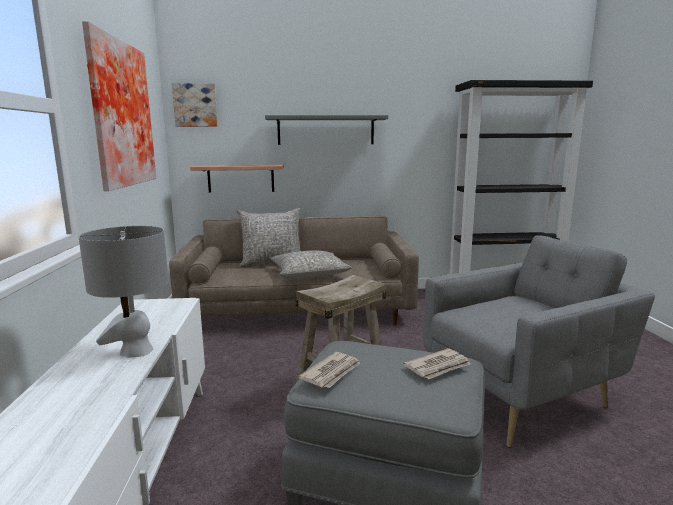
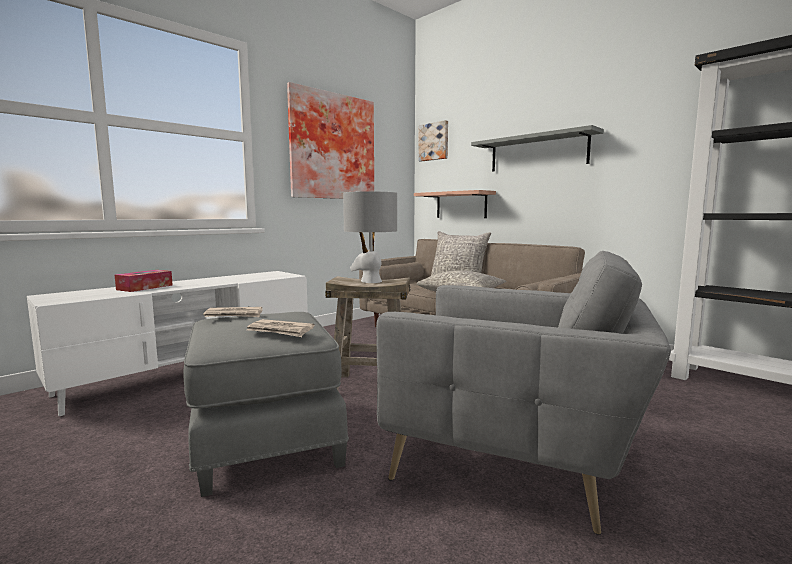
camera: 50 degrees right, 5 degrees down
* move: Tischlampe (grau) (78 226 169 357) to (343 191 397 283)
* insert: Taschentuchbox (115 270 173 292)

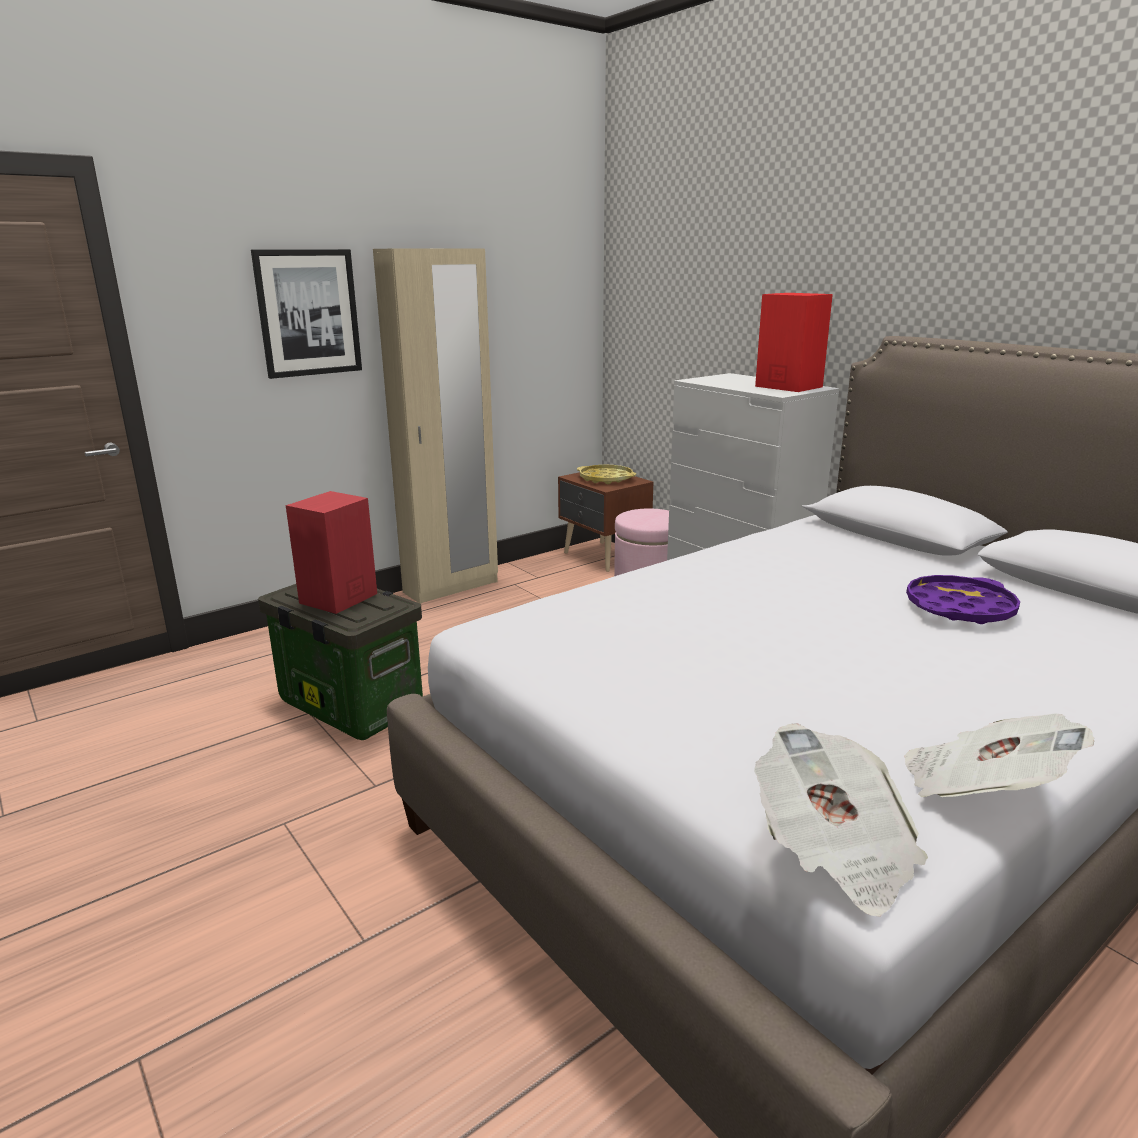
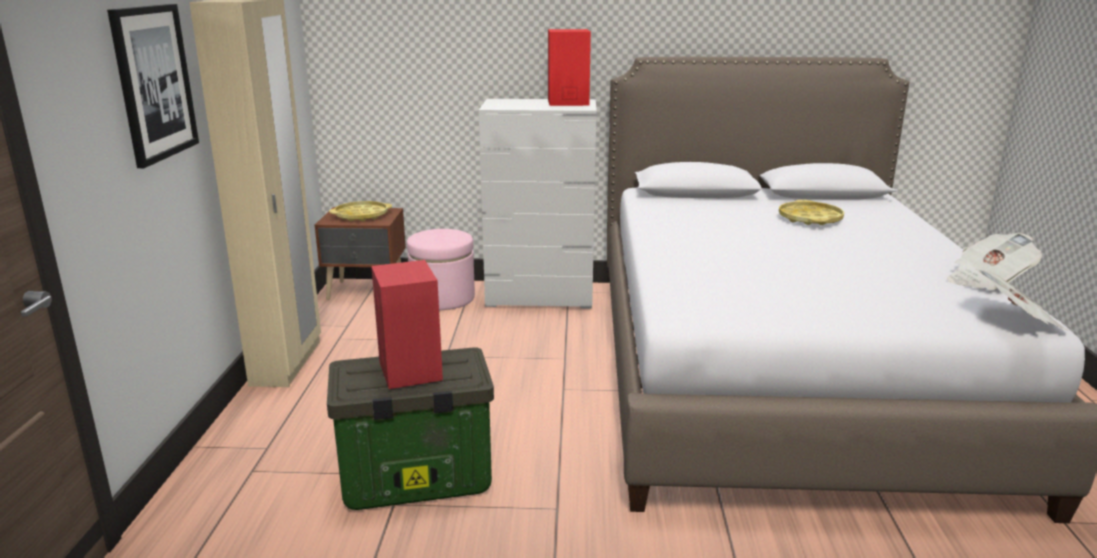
camera: 50 degrees left, 0 degrees up
* recolor: Tablett (lila) (906 575 1020 624) to Tablett (gelb) (779 200 844 225)

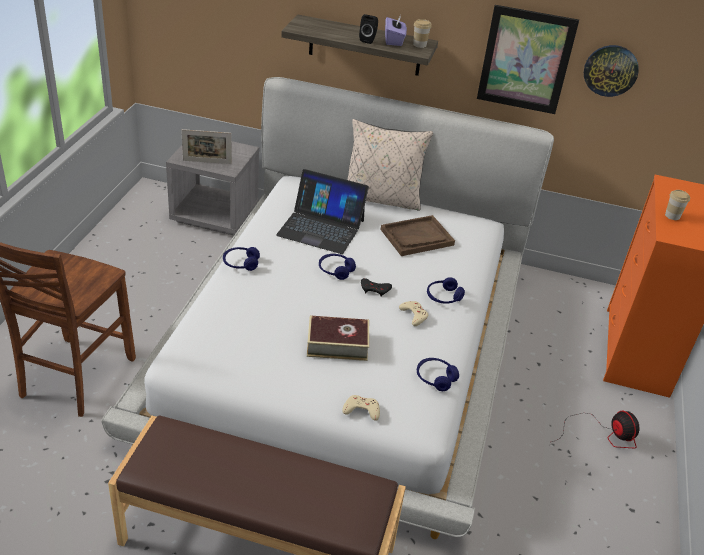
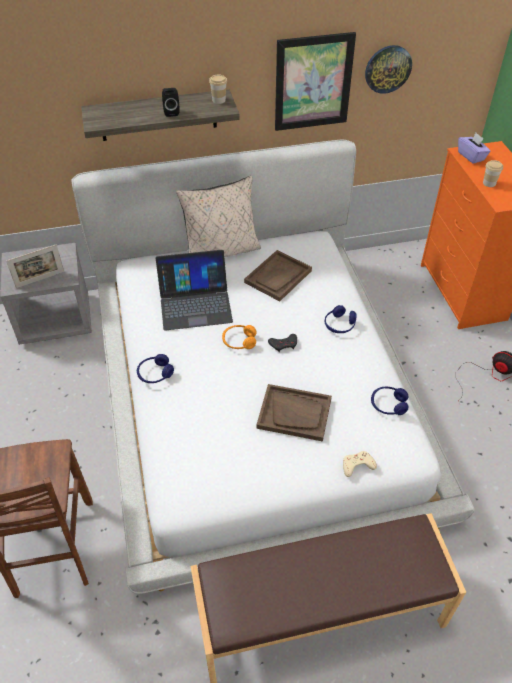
camera: 25 degrees left, 10 degrees up
* move: Taschentuchbox (lila) (385 15 407 46) to (458 133 491 164)
* recolor: Kopfhörer (blau) (319 254 356 280) to Kopfhörer (orange) (222 325 257 349)
* delete: Gamepad (beige) (399 301 428 326)
* replace: Buch (307 315 369 361) to Tablett (braun) (256 384 332 442)

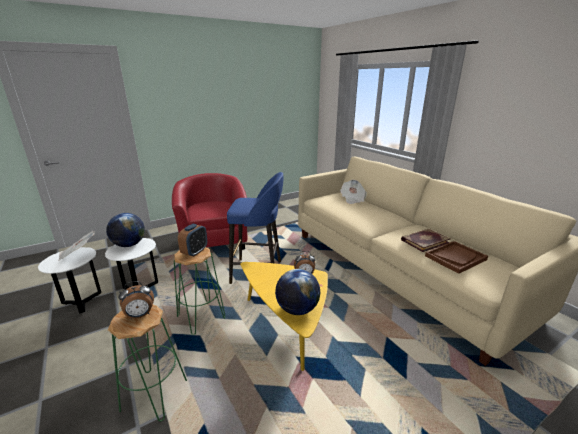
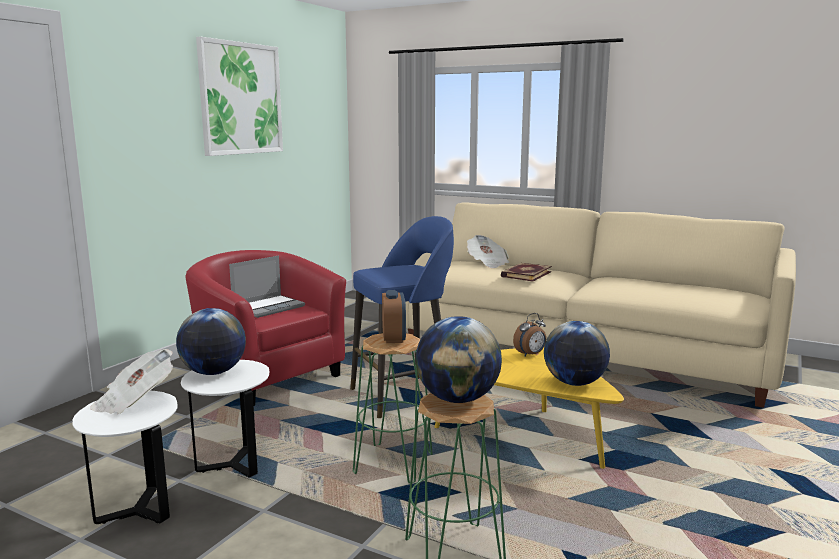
camera: 30 degrees left, 10 degrees down
* move: Buch (401 229 450 252) to (501 263 552 282)
* delete: Tablett (braun) (425 241 488 274)
* replace: Wecker (118 281 154 318) to Globus (416 316 502 403)
* insert: Bild (196 36 283 156)
* insert: Laptop (229 256 305 318)

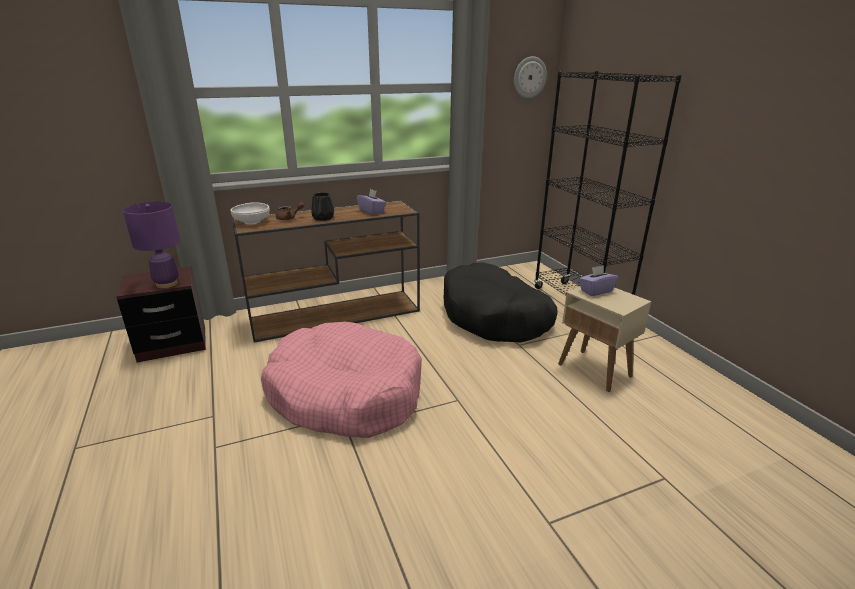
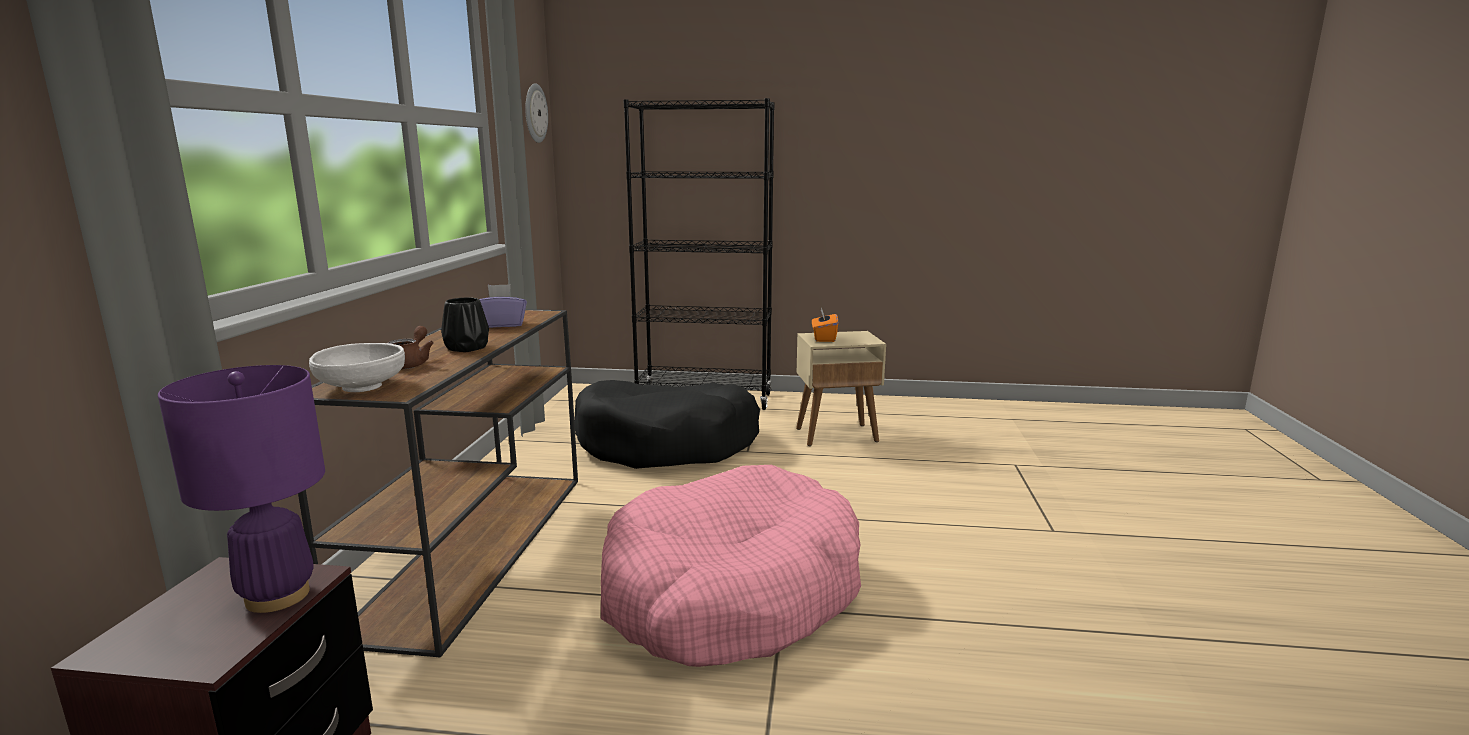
camera: 60 degrees left, 10 degrees down
* recolor: Taschentuchbox (lila) (579 265 618 296) to Taschentuchbox (orange) (812 307 838 342)

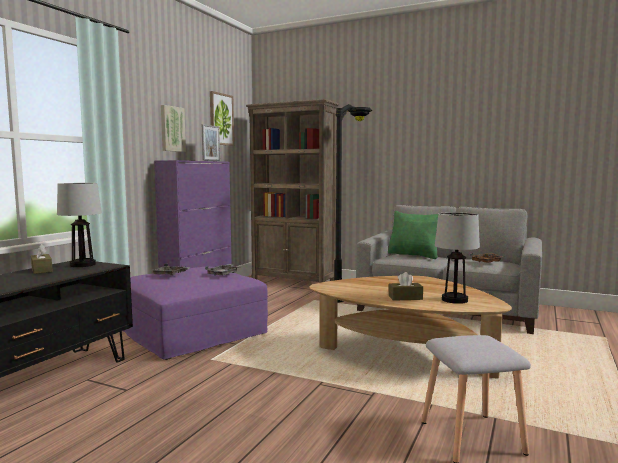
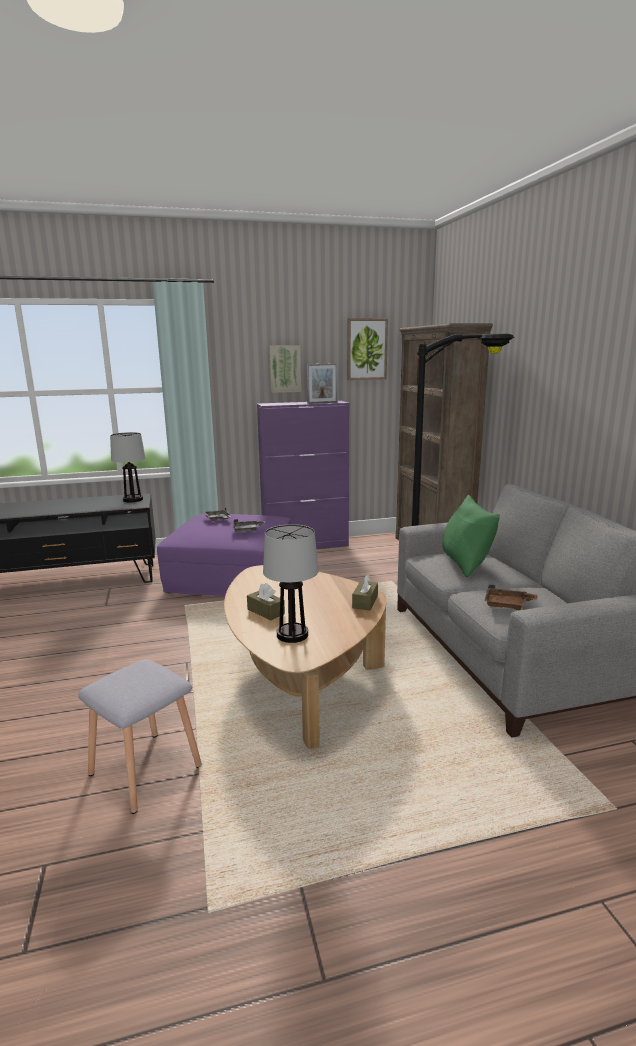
camera: 50 degrees right, 10 degrees up
* move: Taschentuchbox (braun) (31 244 53 274) to (352 574 378 610)

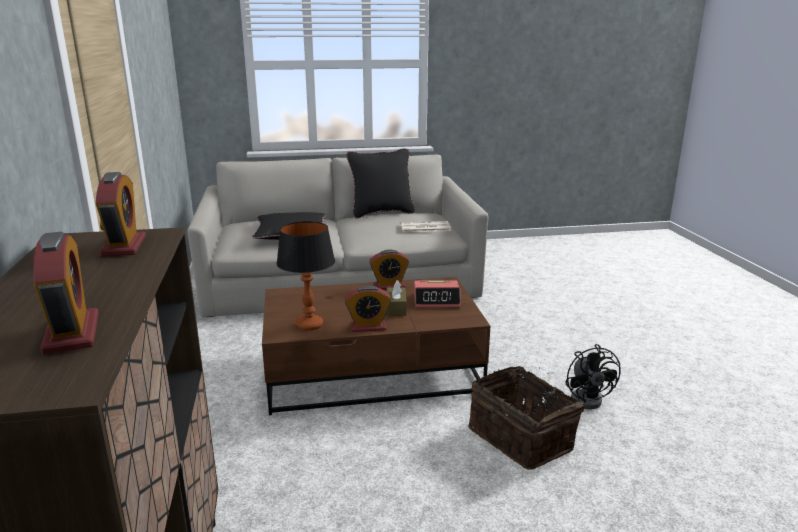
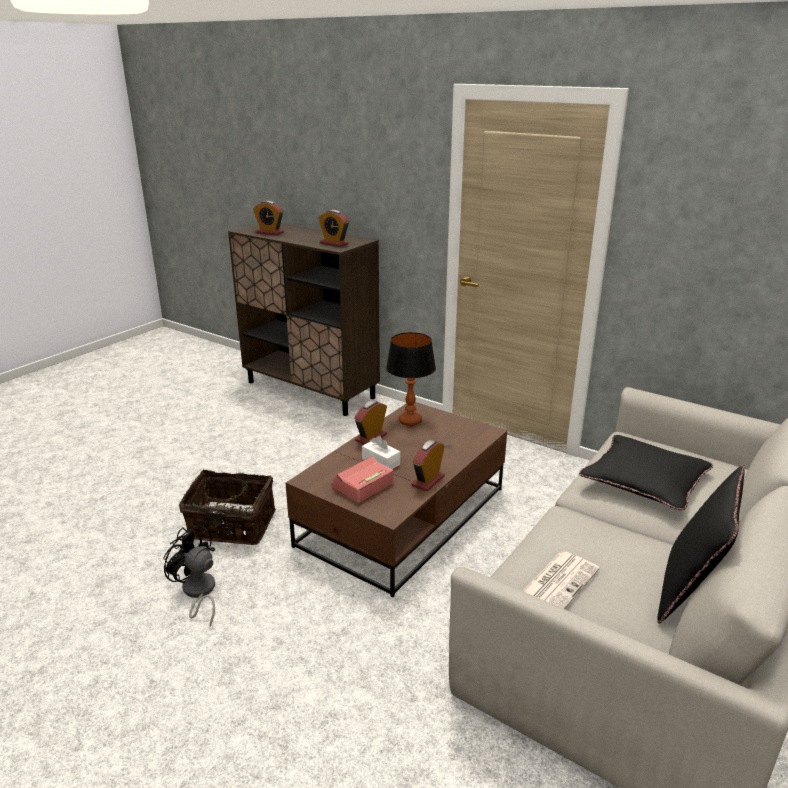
camera: 135 degrees right, 5 degrees up
* recolor: Taschentuchbox (braun) (387 281 407 316) to Taschentuchbox (weiß) (362 436 400 469)

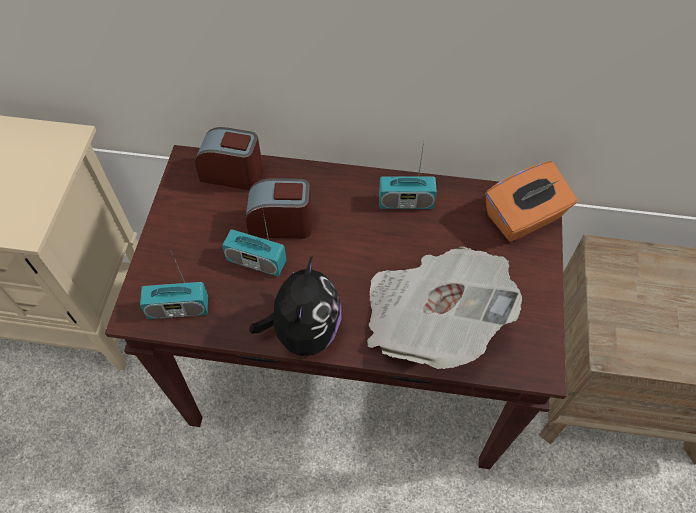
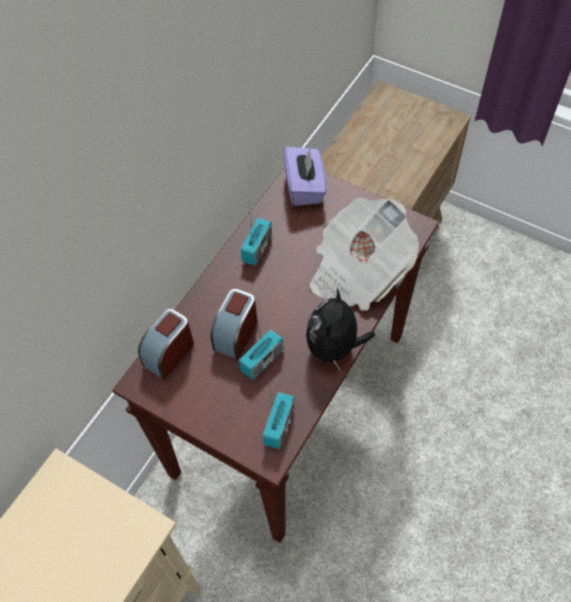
camera: 65 degrees left, 0 degrees up
* recolor: Taschentuchbox (orange) (485 161 577 242) to Taschentuchbox (lila) (284 147 326 206)
* rotate: Plüschtier (249 256 341 356) = (306 288 375 371) 105 degrees counterclockwise

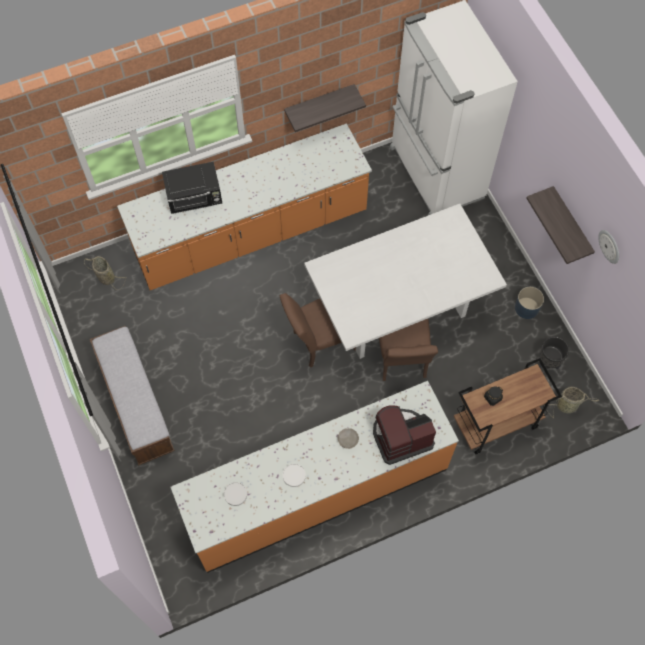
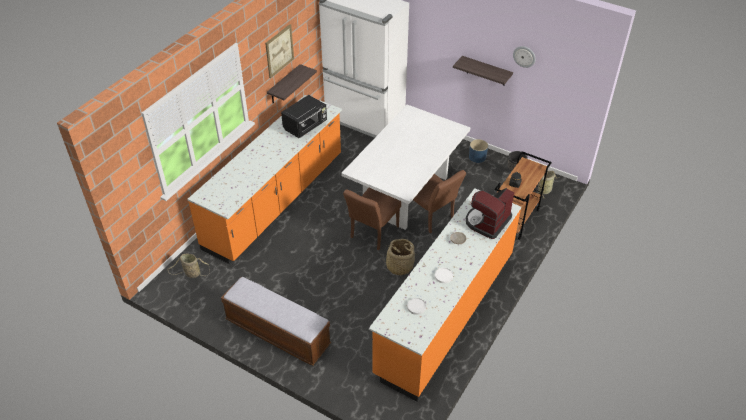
camera: 35 degrees left, 20 degrees down
* move: Mikrowelle (schwarz) (162 162 222 214) to (281 95 327 138)
* insert: Bild (265 24 294 78)
* insert: Korb (381 239 416 275)

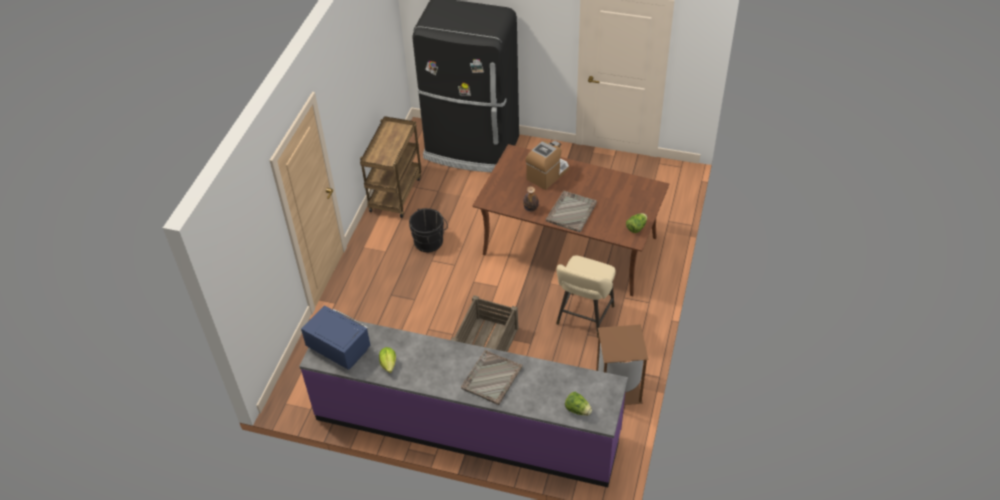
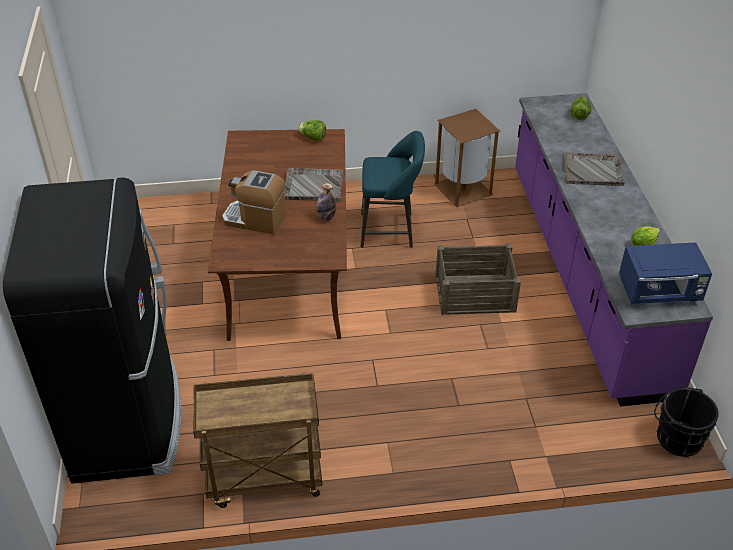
camera: 115 degrees left, 5 degrees down
* move: Eimer (schwarz) (409 208 448 252) to (654 387 719 457)
* recolor: Hocker (beige) (556 255 615 337) to Hocker (türkis) (360 131 425 248)
* rotate: Mikrowelle (blau) (301 305 370 369) = (619 243 712 305) 105 degrees counterclockwise

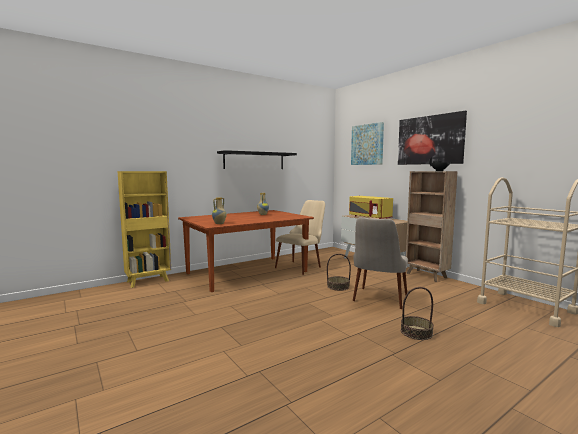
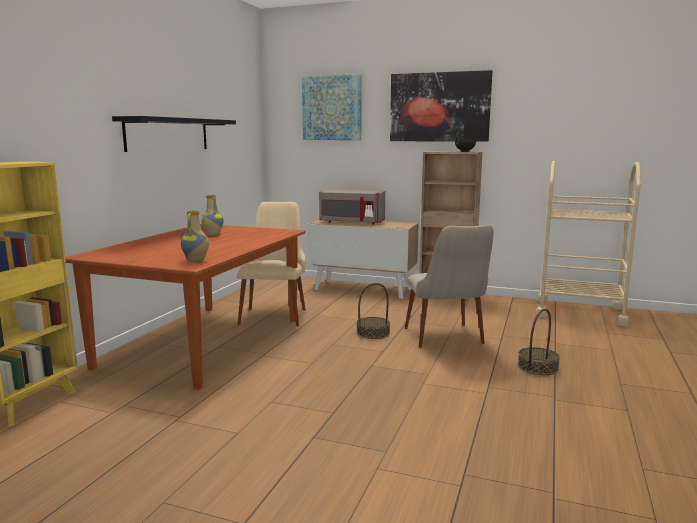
camera: 35 degrees left, 5 degrees up
* recolor: Mikrowelle (gelb) (349 196 393 219) to Mikrowelle (grau) (319 189 385 225)

